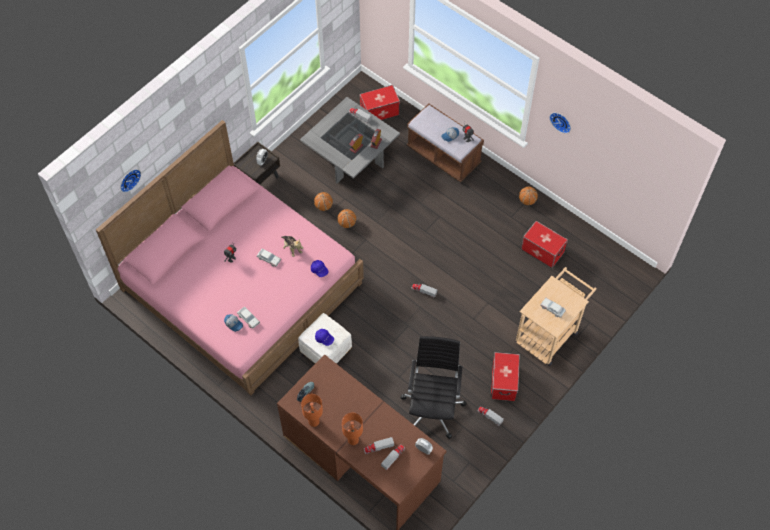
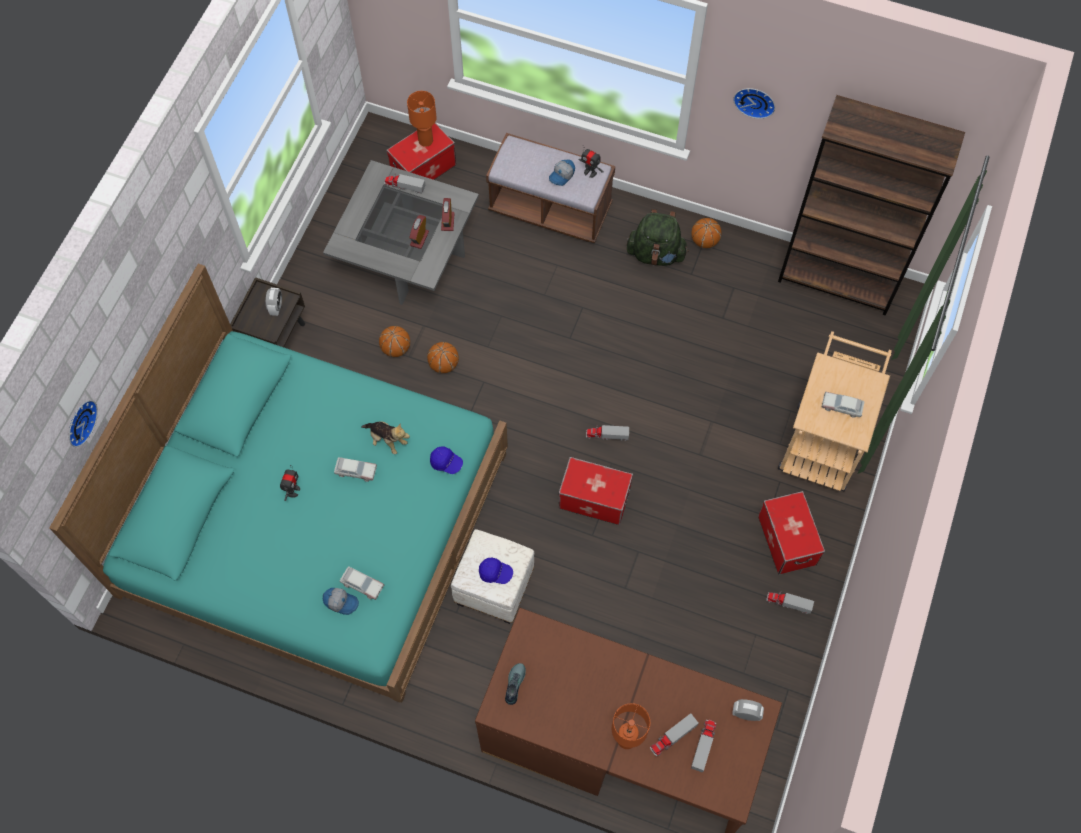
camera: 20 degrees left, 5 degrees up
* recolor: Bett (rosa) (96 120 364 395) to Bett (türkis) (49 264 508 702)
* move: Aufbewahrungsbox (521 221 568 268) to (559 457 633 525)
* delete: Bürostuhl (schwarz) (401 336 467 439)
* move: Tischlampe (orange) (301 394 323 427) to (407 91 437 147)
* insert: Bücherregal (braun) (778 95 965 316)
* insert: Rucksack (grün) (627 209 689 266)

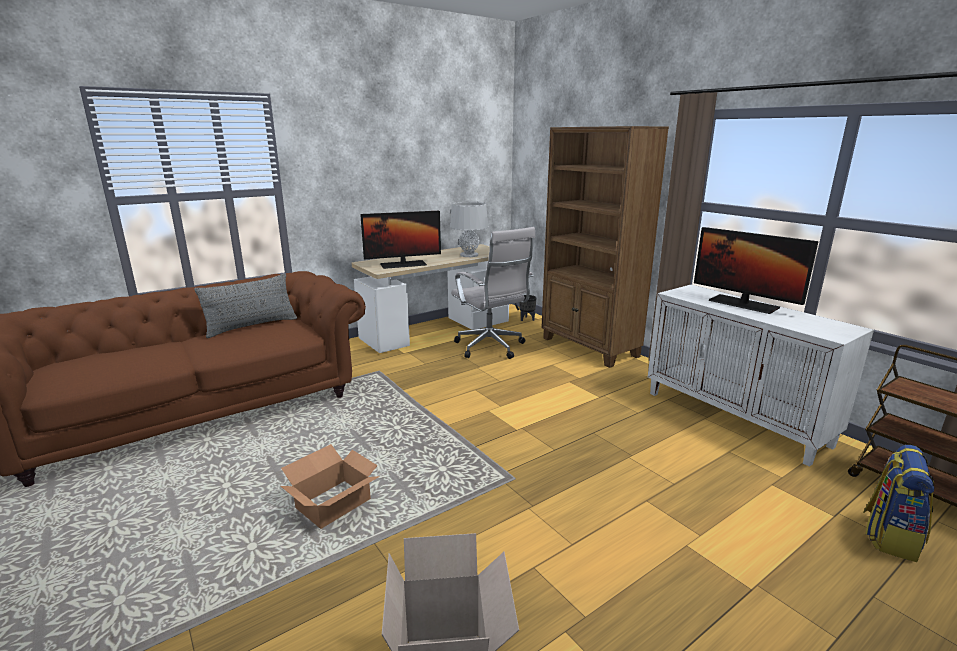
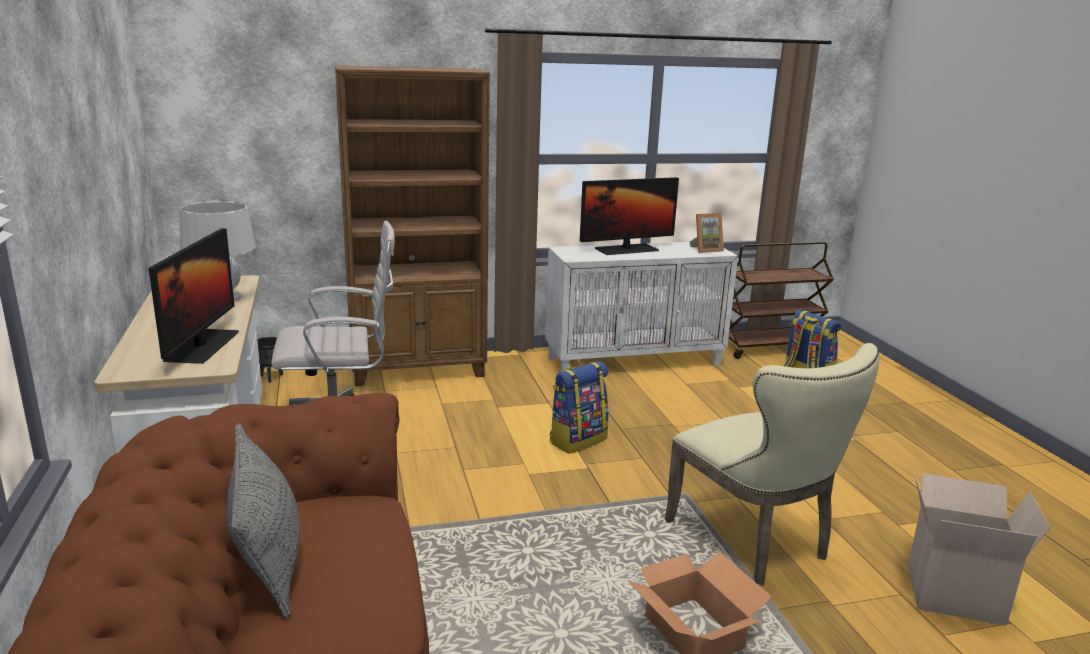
camera: 70 degrees left, 0 degrees up
* insert: Bilderrahmen (690 213 724 253)
* insert: Stuhl (beige) (665 343 879 585)
* insert: Rucksack (550 361 608 454)

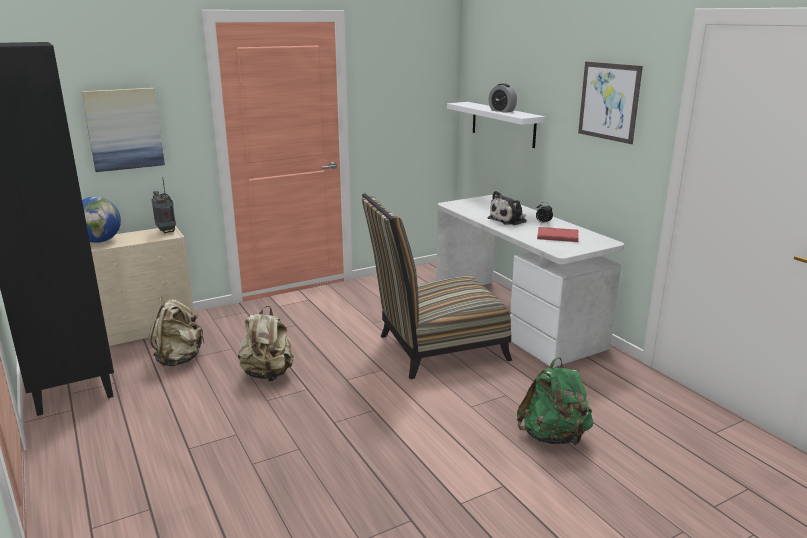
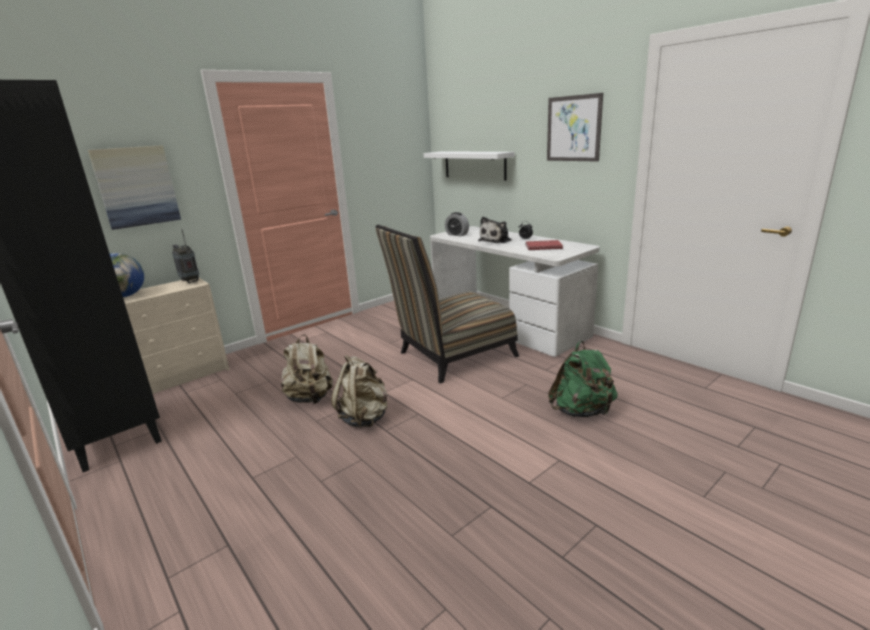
camera: 10 degrees left, 0 degrees up
* move: Wecker (489 84 517 113) to (445 212 469 236)
* move: Rucksack (beige) (149 297 205 367) to (331 355 387 428)

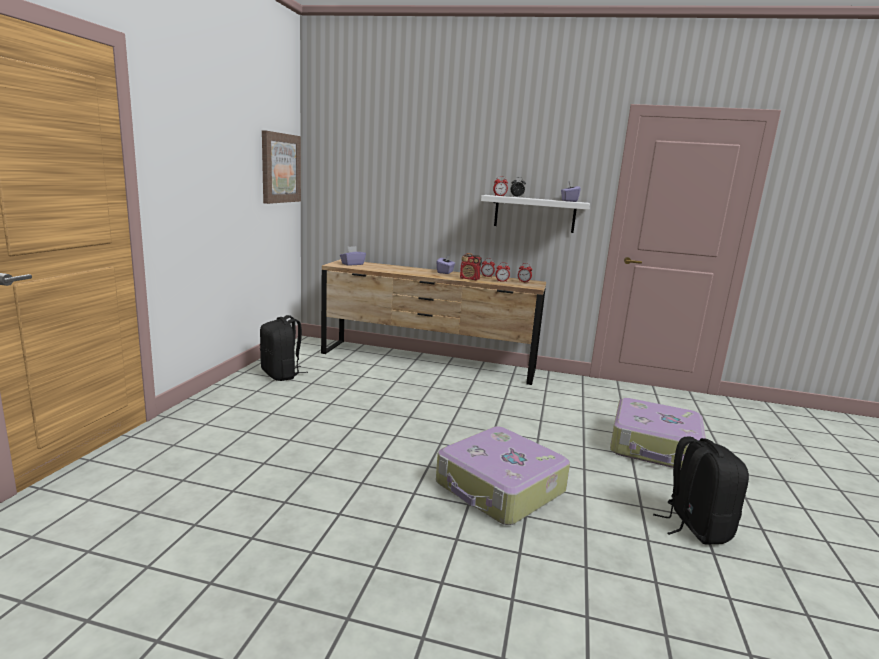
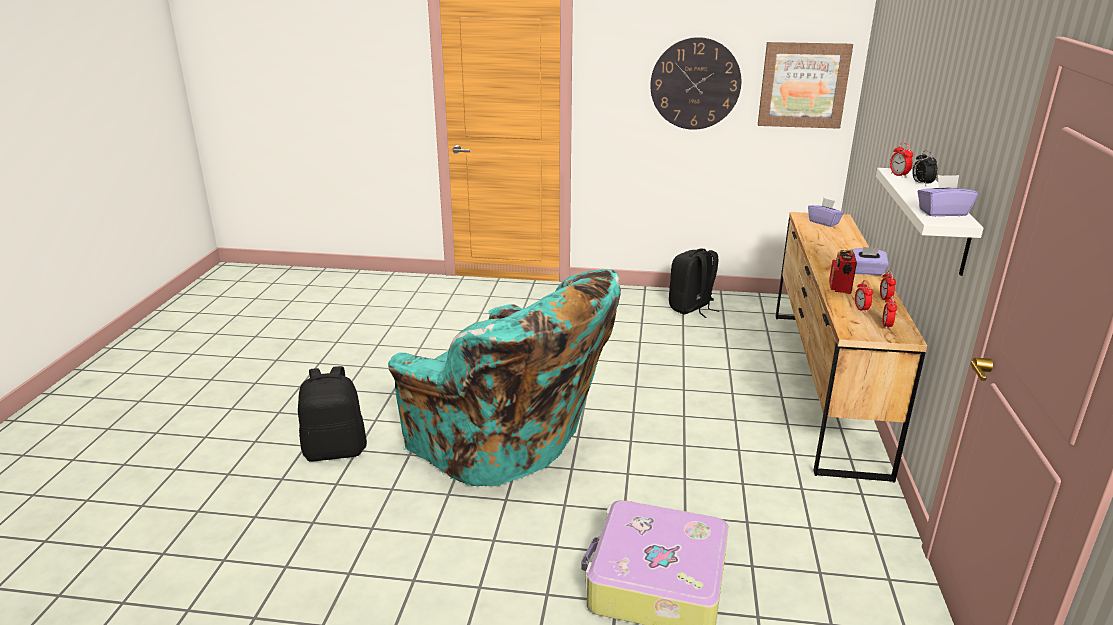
camera: 85 degrees right, 10 degrees up
* replace: Koffer (436 426 570 525) to Sessel (türkis) (388 269 621 487)
* move: Rucksack (schwarz) (653 436 749 545) to (298 366 367 462)
* insert: Wanduhr (650 37 741 130)

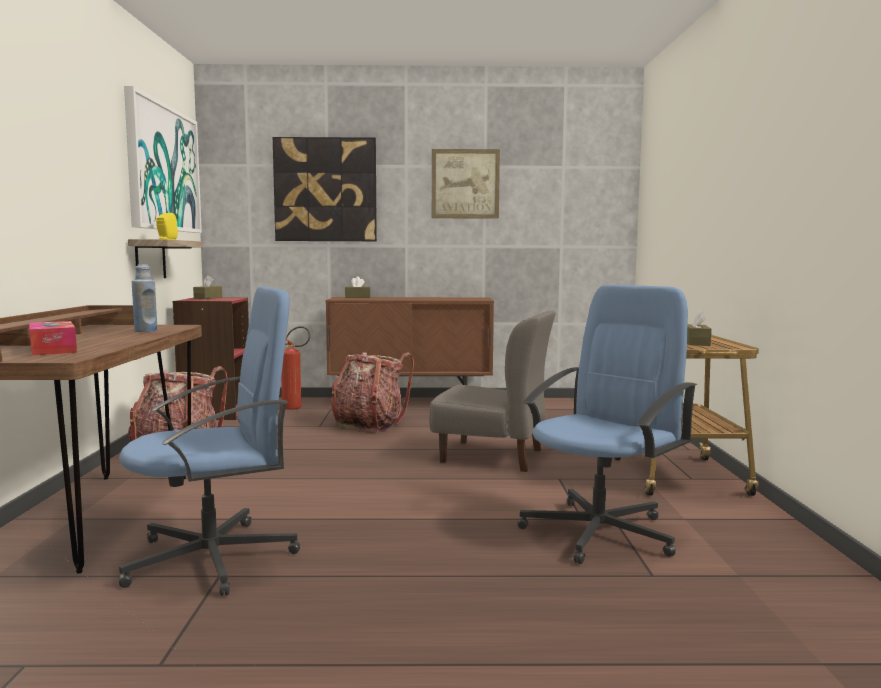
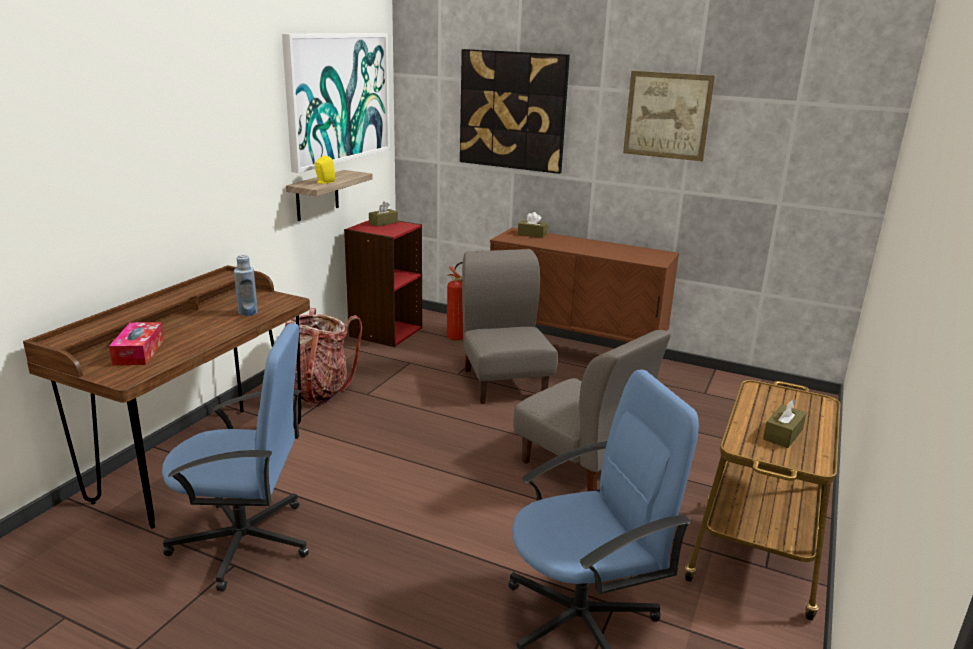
camera: 25 degrees right, 15 degrees up
* replace: Rucksack (331 352 414 432) to Stuhl (grau) (462 249 558 404)

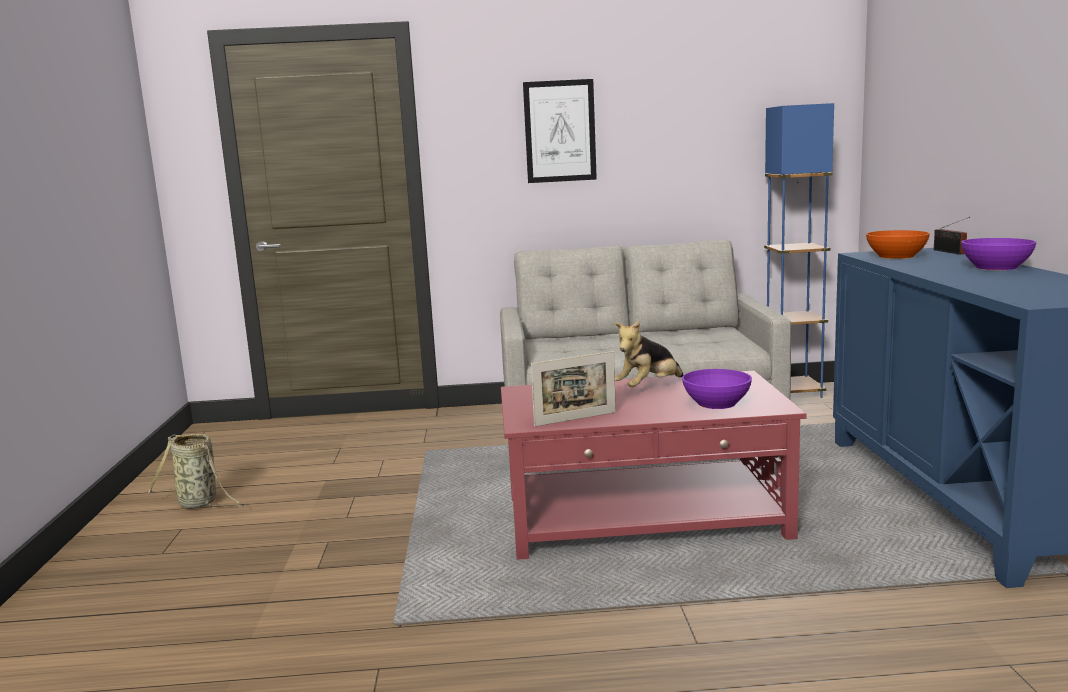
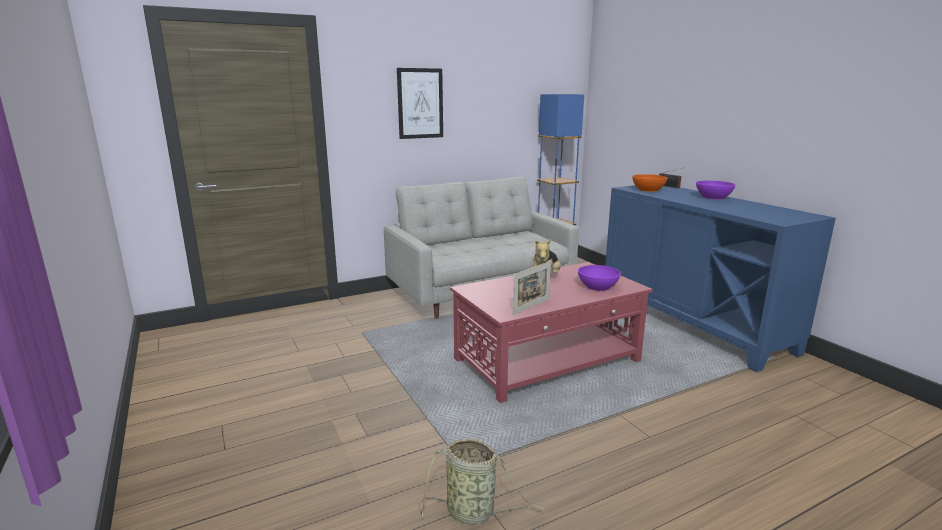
camera: 25 degrees left, 5 degrees up
* move: Korb (148 434 244 508) to (419 438 545 524)

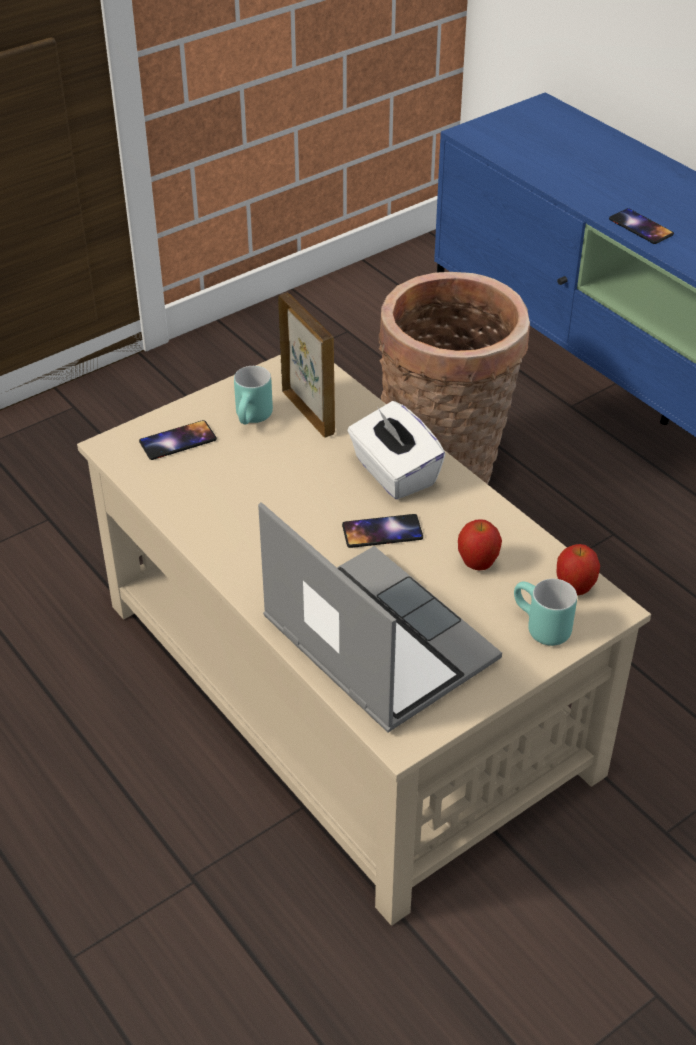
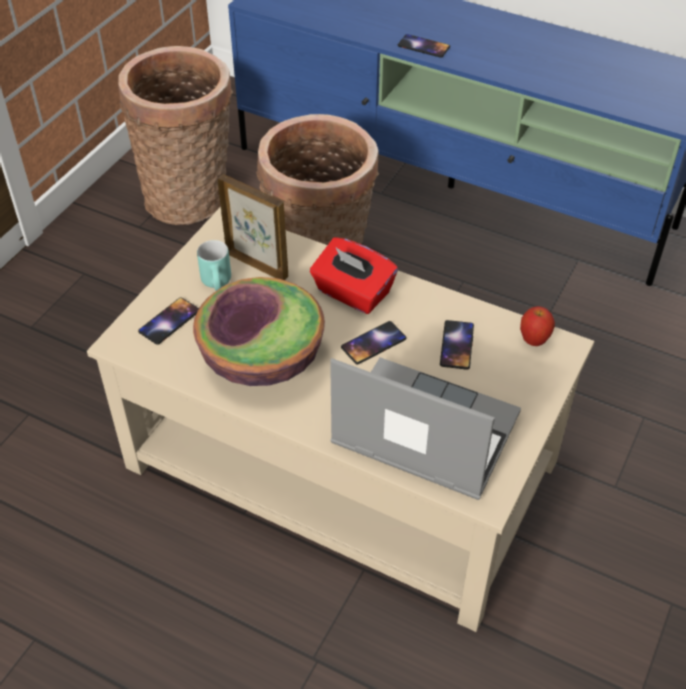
camera: 25 degrees left, 5 degrees up
* recolor: Taschentuchbox (weiß) (348 401 445 500) to Taschentuchbox (rot) (310 237 398 314)
* replace: Apfel (458 519 502 571) to Handy (440 320 474 370)
* delete: Henkelbecher (türkis) (514 579 577 646)
* insert: Korb (118 46 233 225)
* insert: Schüssel (193 277 325 386)

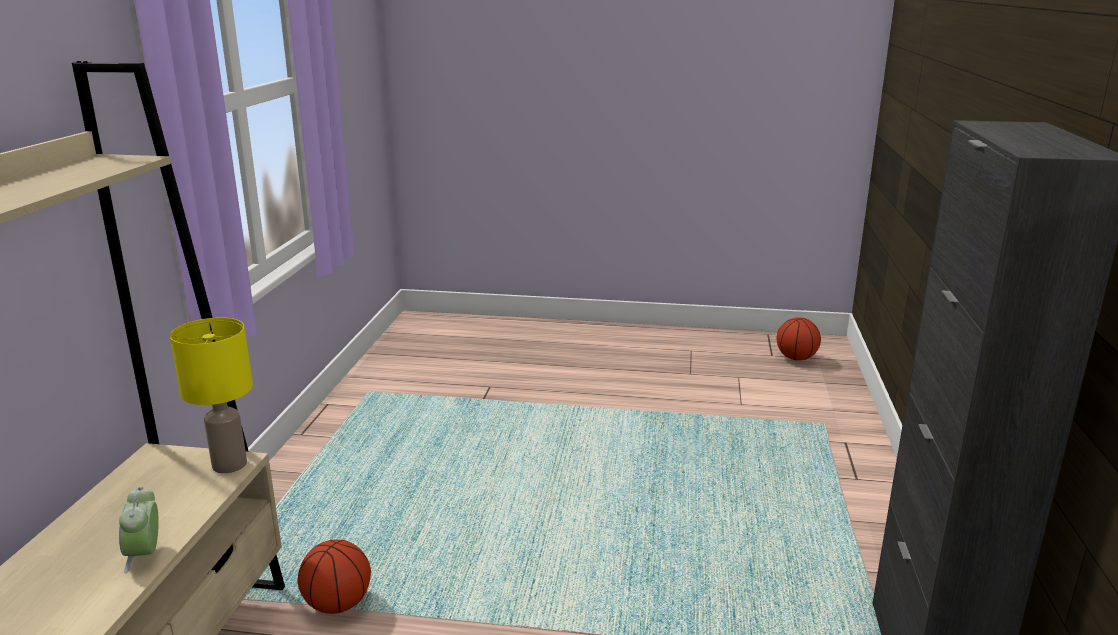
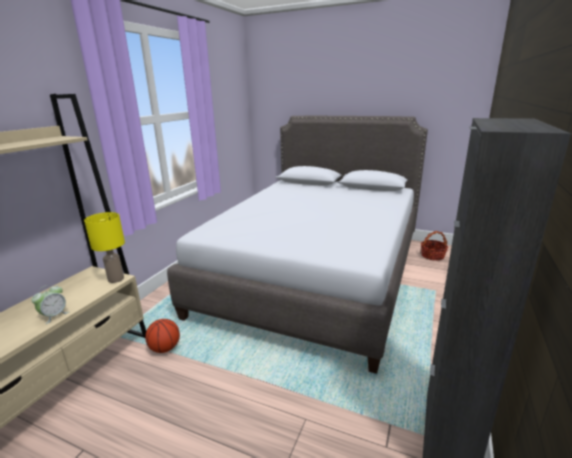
camera: 15 degrees right, 0 degrees up
* replace: Basketball (777 317 821 361) to Korb (421 231 448 261)
* rotate: Wecker (119 487 159 573) = (31 285 69 324) 150 degrees counterclockwise
* insert: Bett (grau) (167 116 428 374)

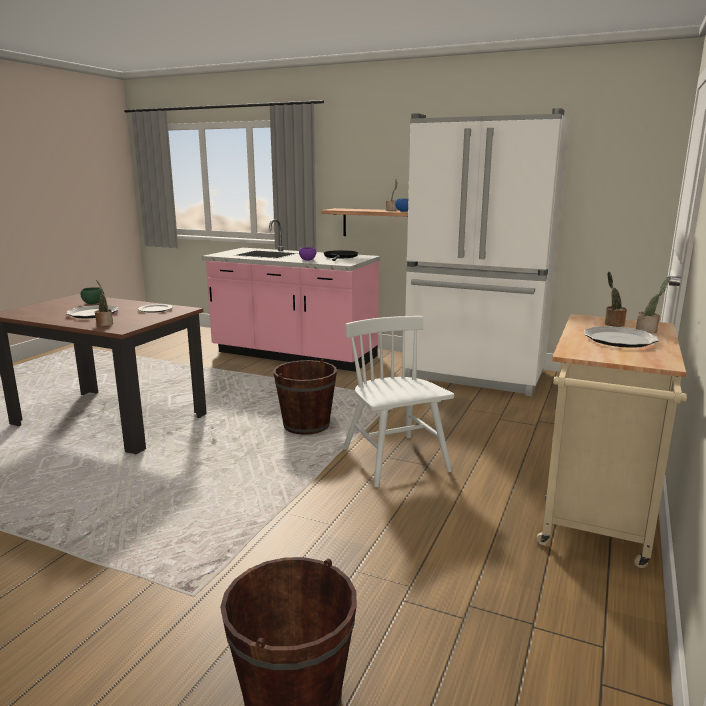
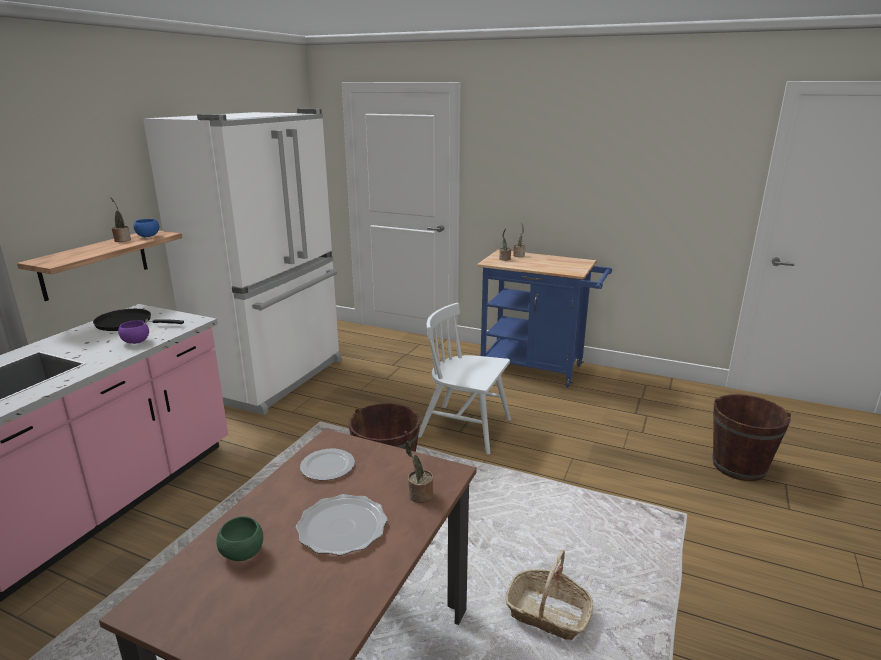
camera: 90 degrees left, 5 degrees up
* recolor: Rollwagen (beige) (536 314 687 568) to Rollwagen (blau) (477 250 612 387)
* rotate: Stuhl (weiß) (343 316 454 487) = (418 303 511 455) 45 degrees clockwise
* delete: Teller (584 326 659 348)
* insert: Korb (505 550 593 640)

